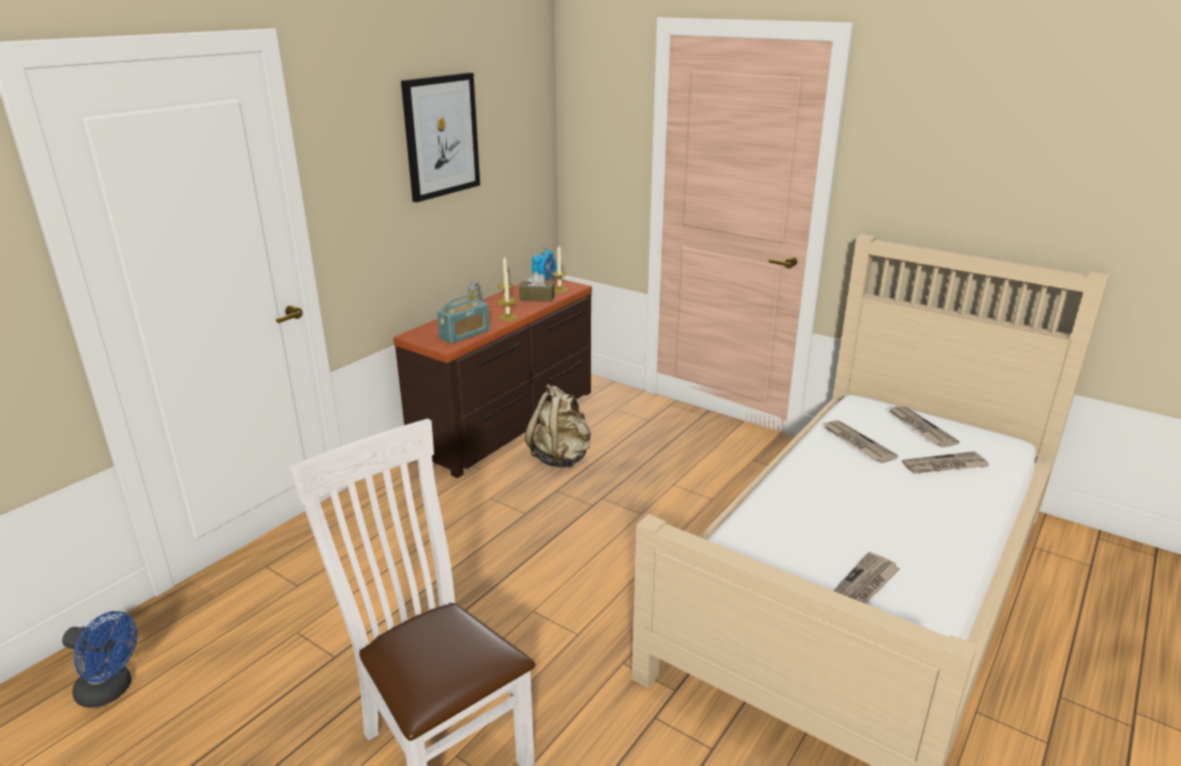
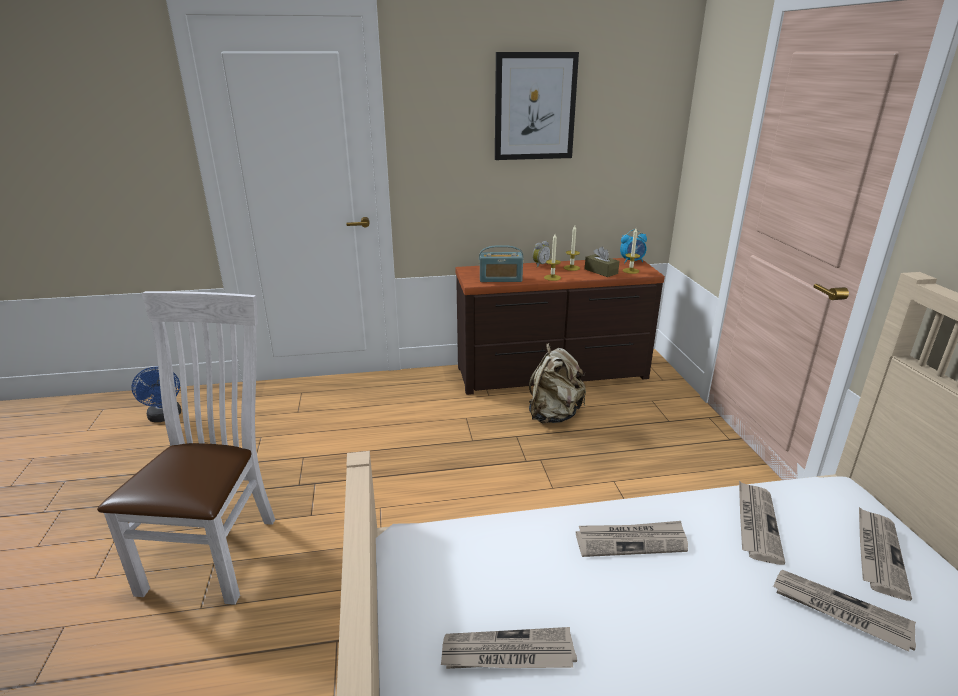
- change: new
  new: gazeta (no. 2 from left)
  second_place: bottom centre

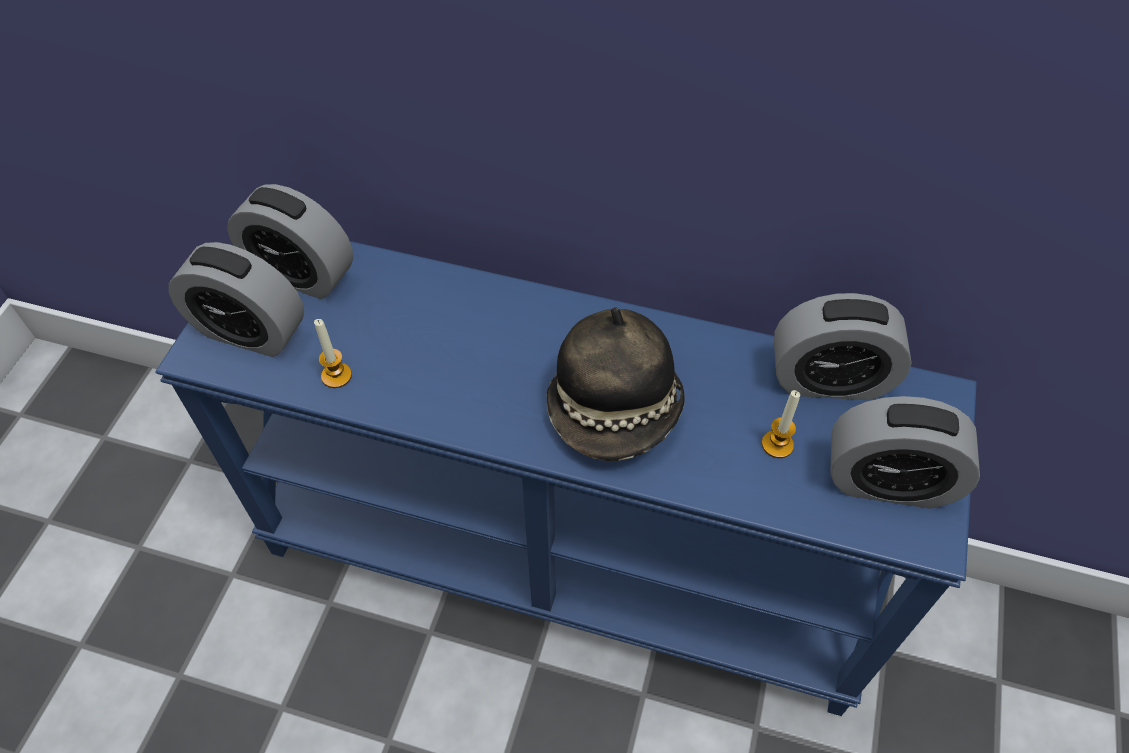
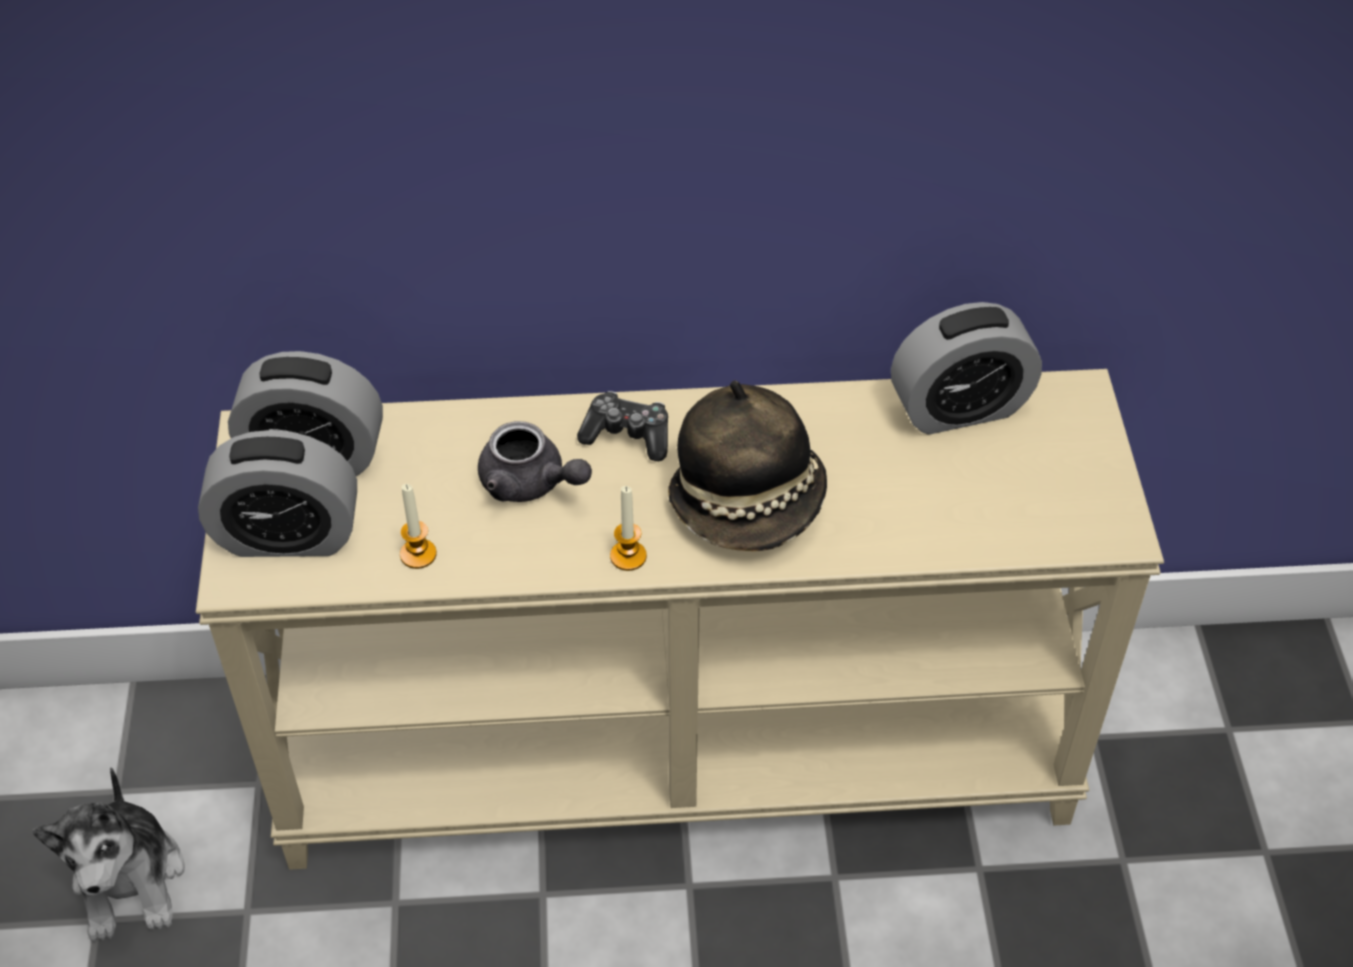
- change: repainted
  old: stolik konsolowy [niebieski]
  new: stolik konsolowy [beżowy]
  first_place: centre
  second_place: centre
- change: shifted
  old: świeca (no. 2 from left)
  first_place: middle right
  second_place: centre
- change: gone
  old: budzik (no. 4 from left)
  first_place: middle right
- change: new
  new: pad do gier
  second_place: centre
- change: new
  new: imbryk [szary]
  second_place: centre
- change: new
  new: pluszak
  second_place: bottom left

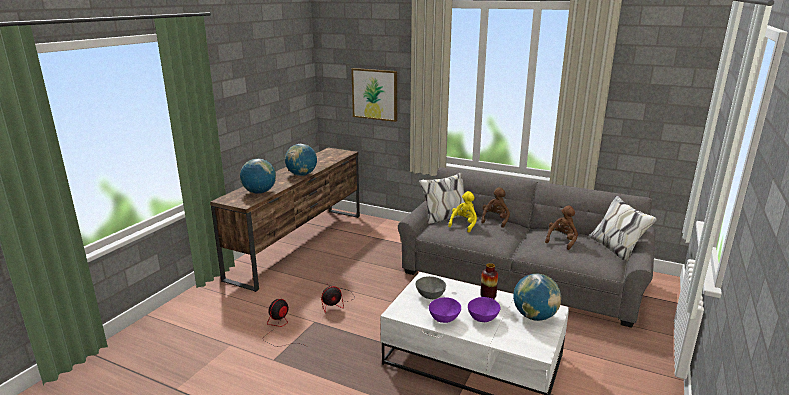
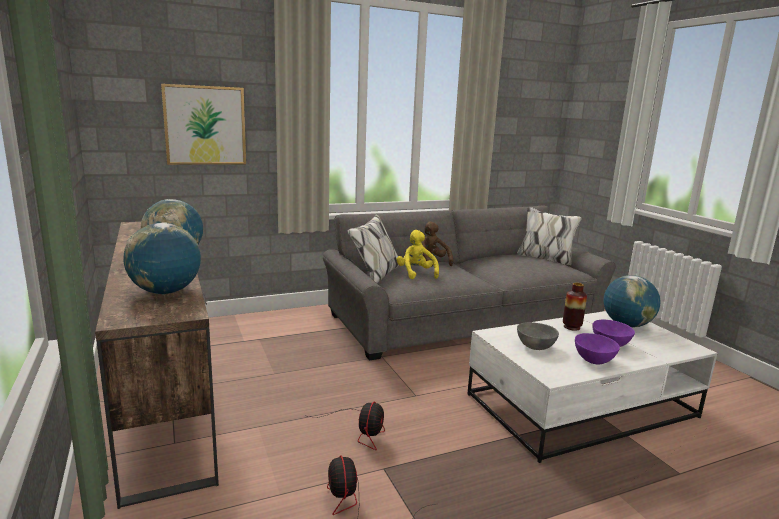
- change: gone
  old: pluszak [brązowy] (no. 2 from left)
  first_place: middle right

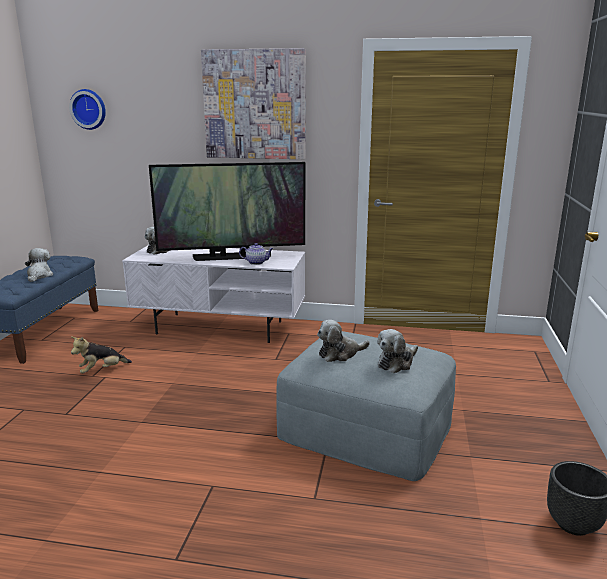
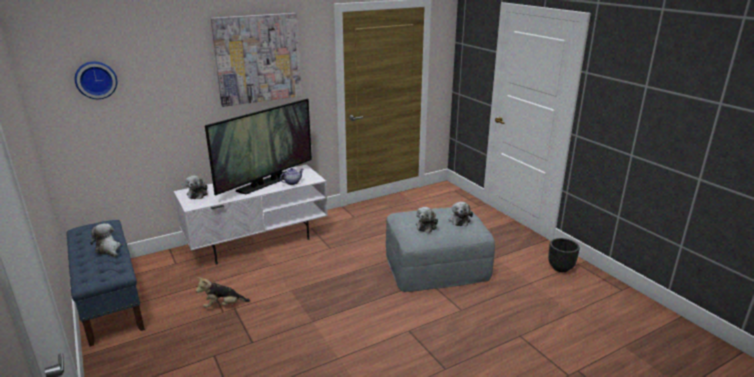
- change: rotated
  old: pluszak (no. 2 from left in the first image)
  first_place: middle left
  second_place: bottom left
  degrees: 60

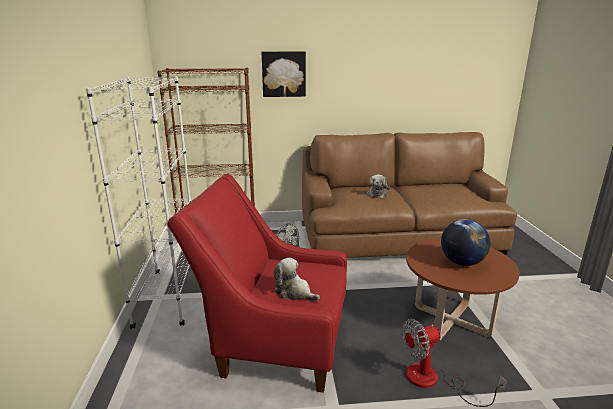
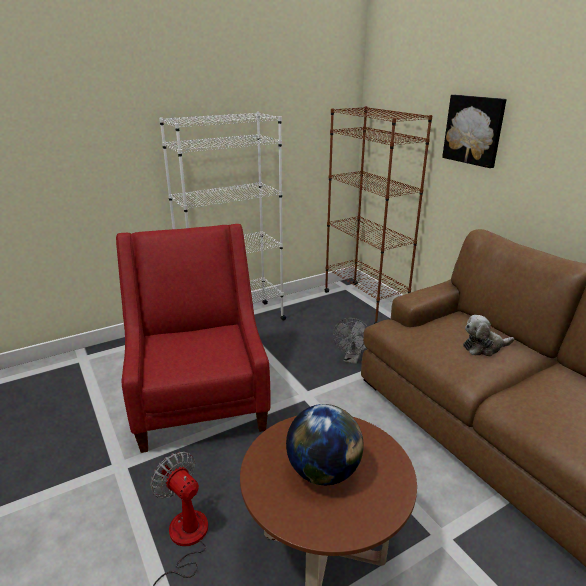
- change: gone
  old: pluszak (no. 1 from left)
  first_place: bottom centre

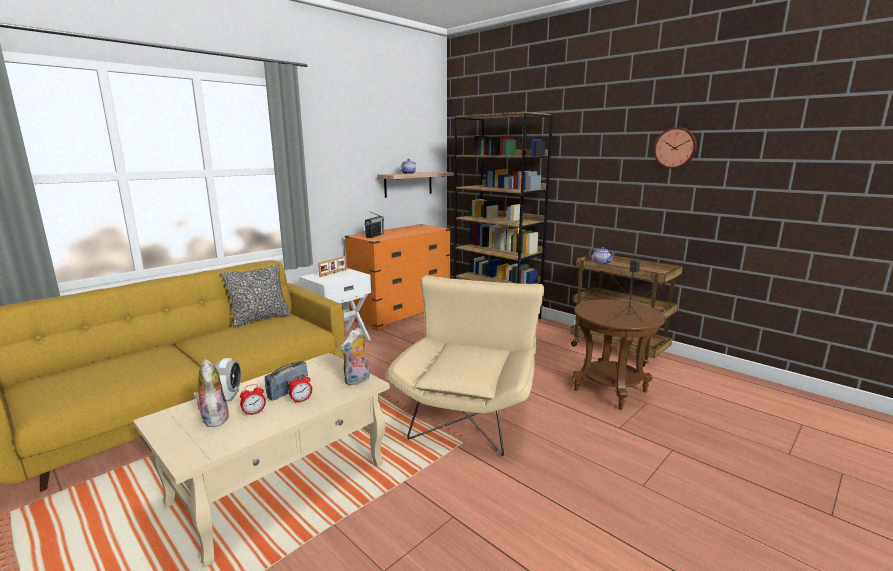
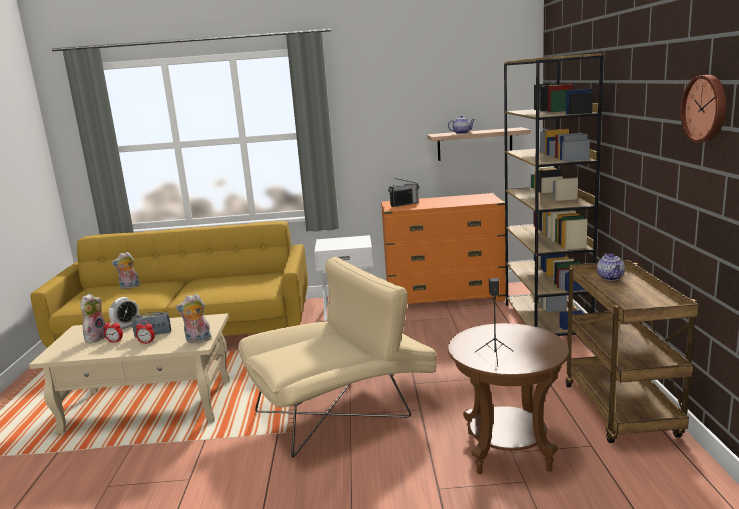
- change: gone
  old: ramka na zdjęcie
  first_place: centre
- change: gone
  old: poduszka
  first_place: middle left
- change: new
  new: pluszak (no. 2 from left)
  second_place: middle left

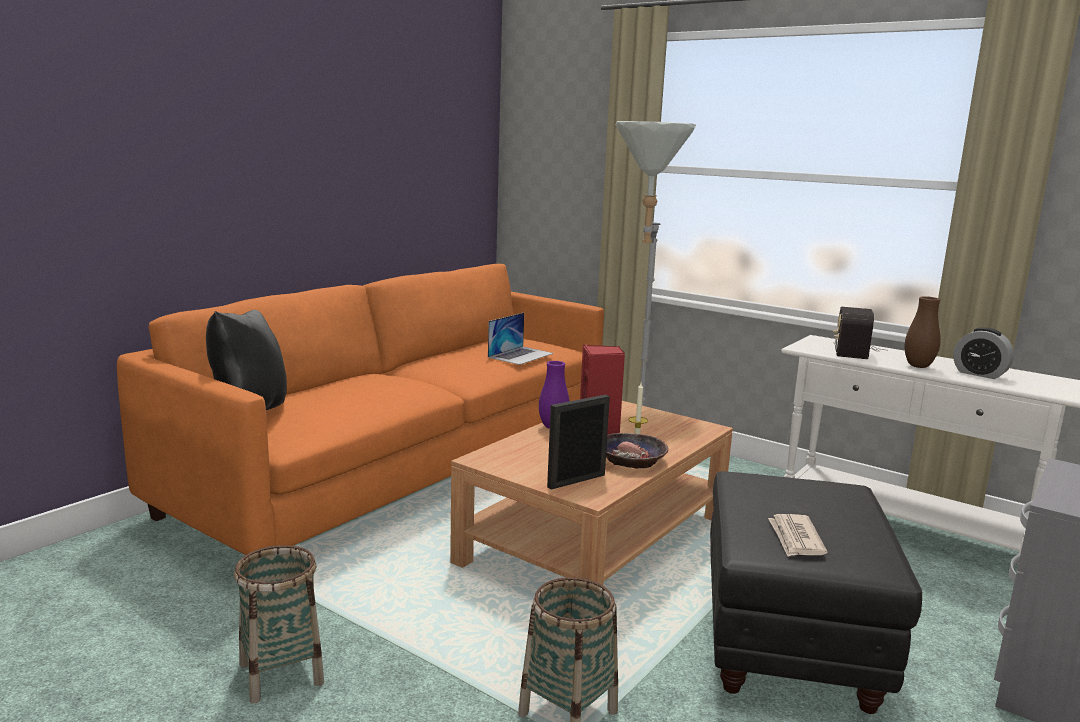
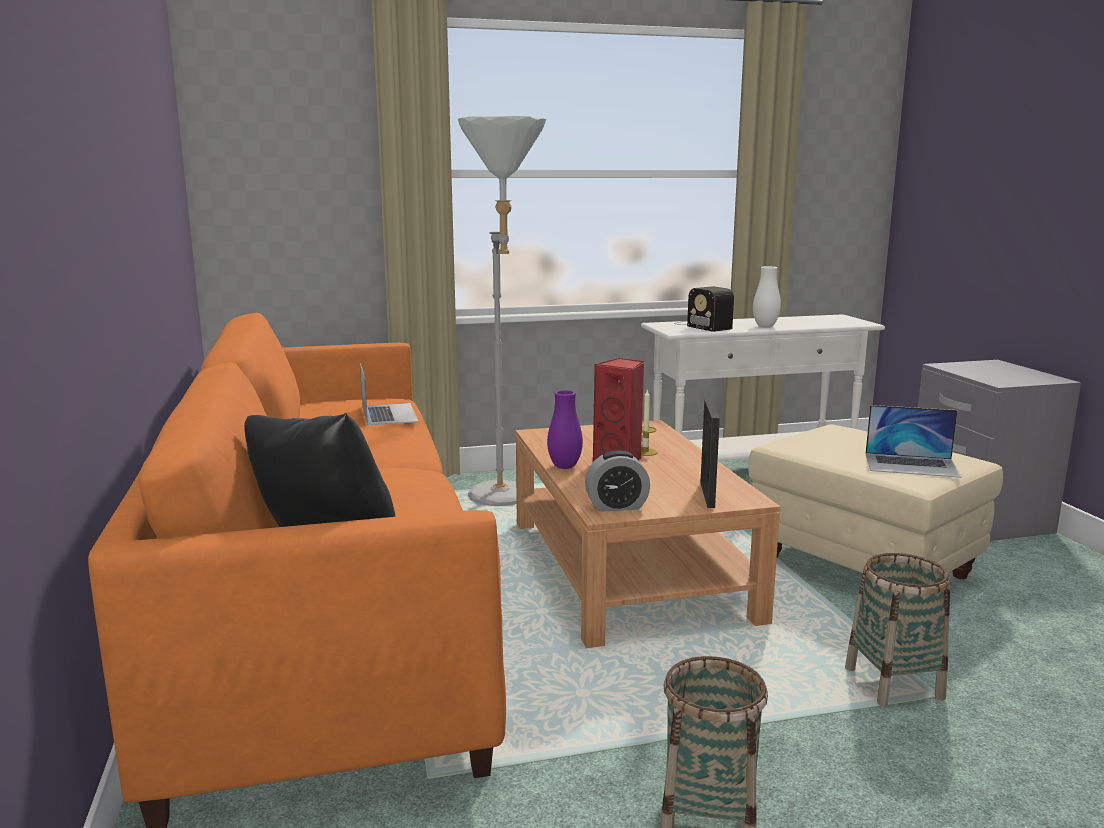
- change: repainted
  old: wazon [brązowy]
  new: wazon [biały]
  first_place: middle right
  second_place: middle right
- change: shifted
  old: budzik
  first_place: middle right
  second_place: centre
- change: gone
  old: miska
  first_place: centre
- change: repainted
  old: pufa [czarny]
  new: pufa [beżowy]
  first_place: bottom right
  second_place: middle right
- change: swapped
  old: gazeta
  new: laptop (no. 2 from left)
  first_place: bottom right
  second_place: middle right

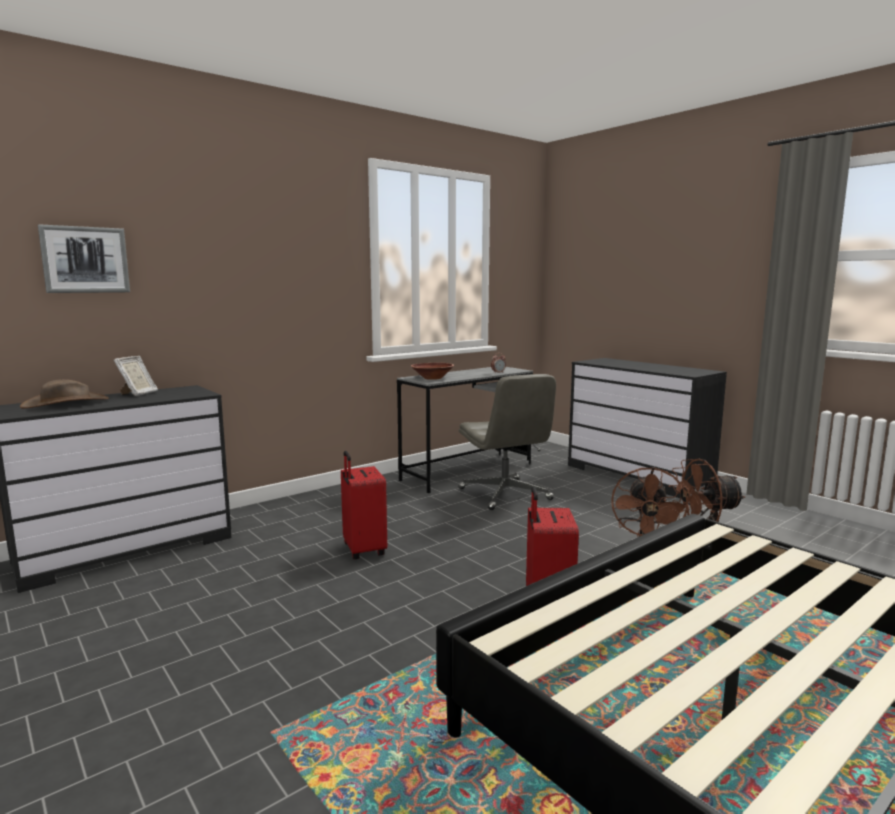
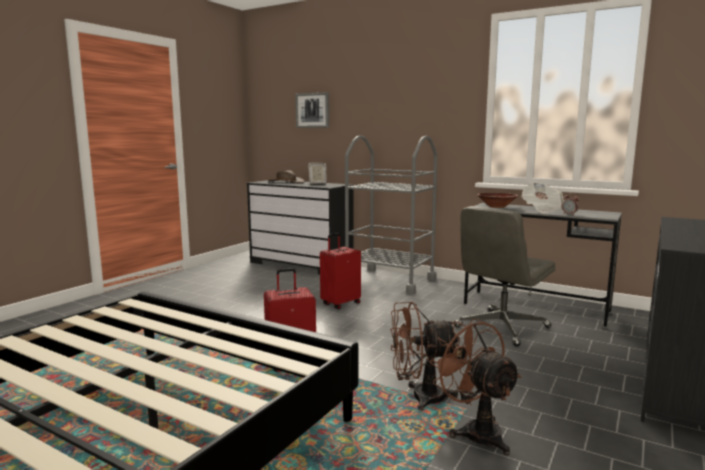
- change: new
  new: wózek [szary]
  second_place: centre
- change: new
  new: gazeta
  second_place: middle right

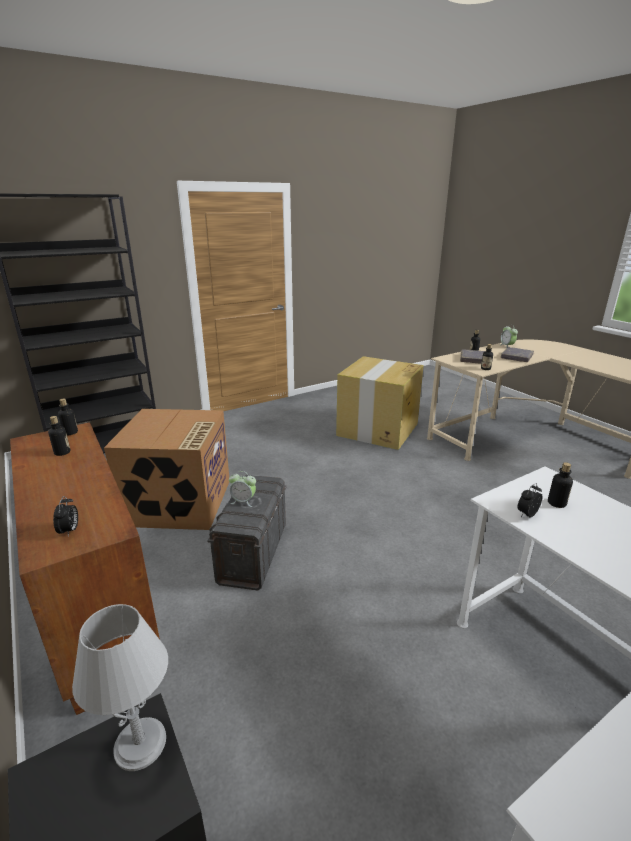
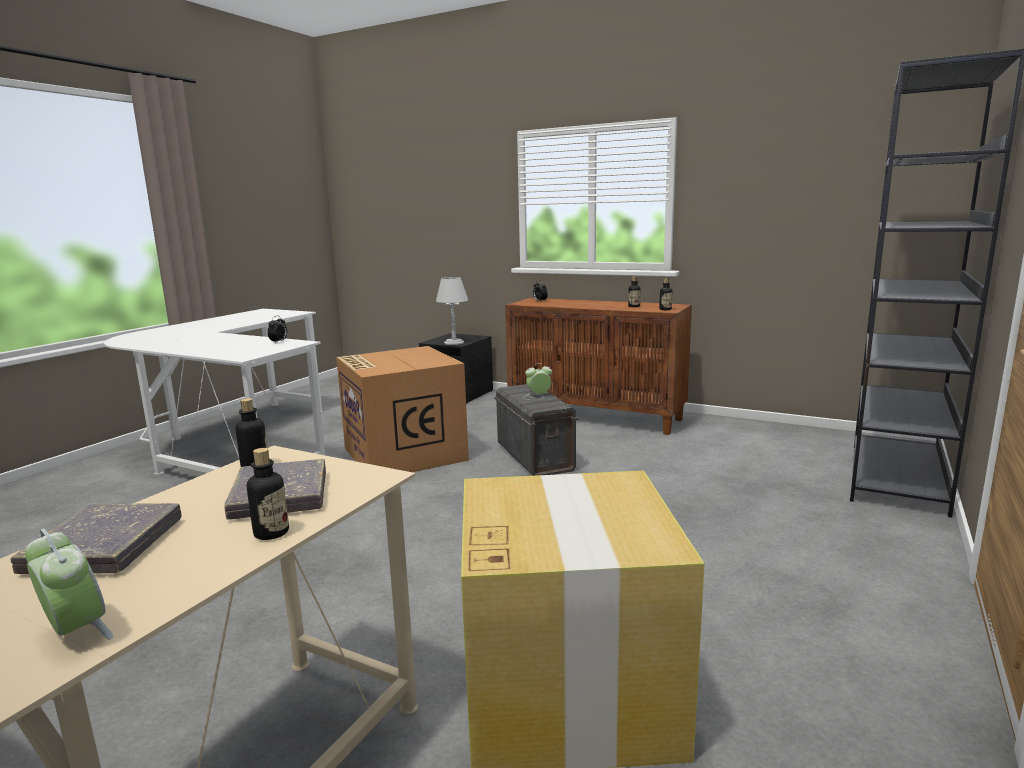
- change: shifted
  old: karton (no. 1 from left)
  first_place: middle left
  second_place: centre
- change: gone
  old: butelka (no. 5 from left)
  first_place: middle right

